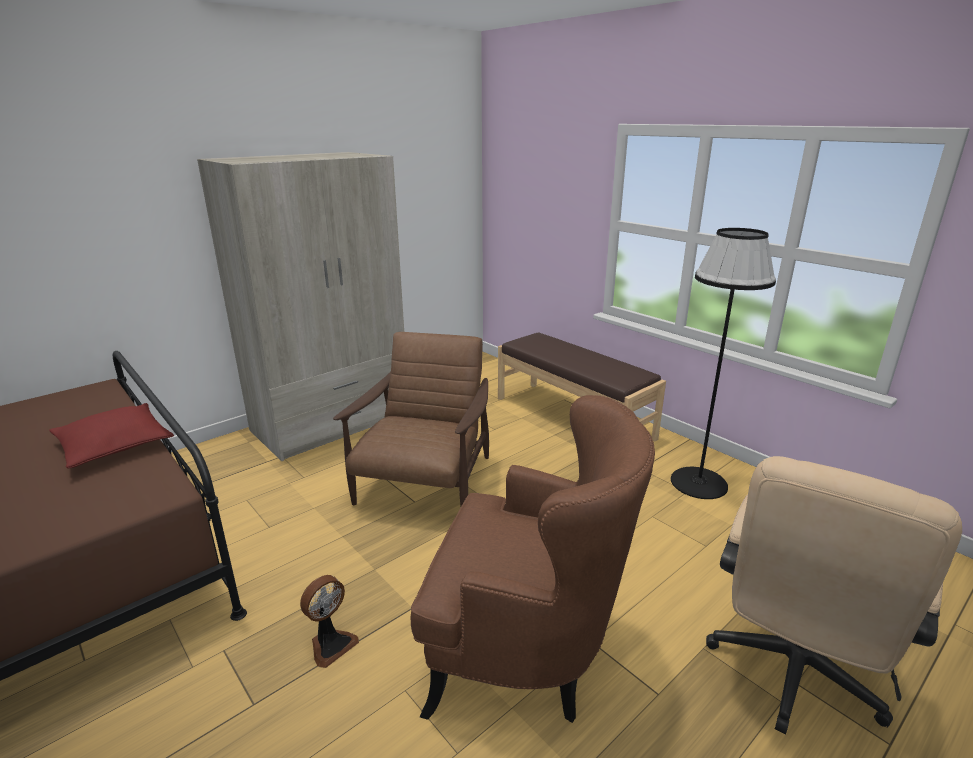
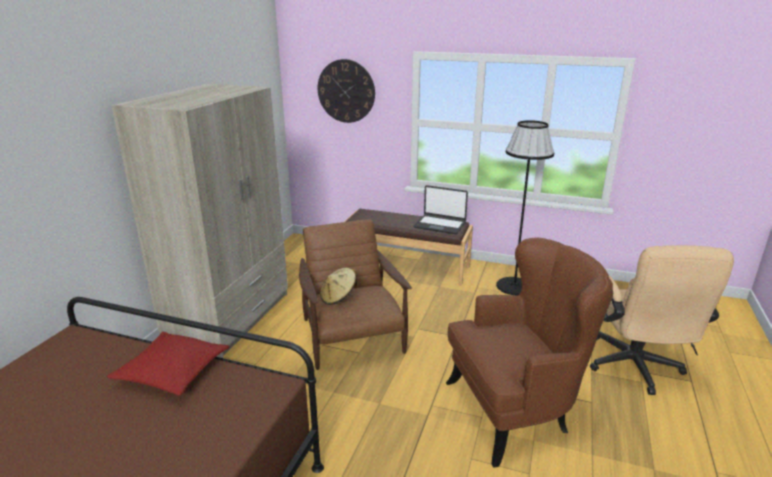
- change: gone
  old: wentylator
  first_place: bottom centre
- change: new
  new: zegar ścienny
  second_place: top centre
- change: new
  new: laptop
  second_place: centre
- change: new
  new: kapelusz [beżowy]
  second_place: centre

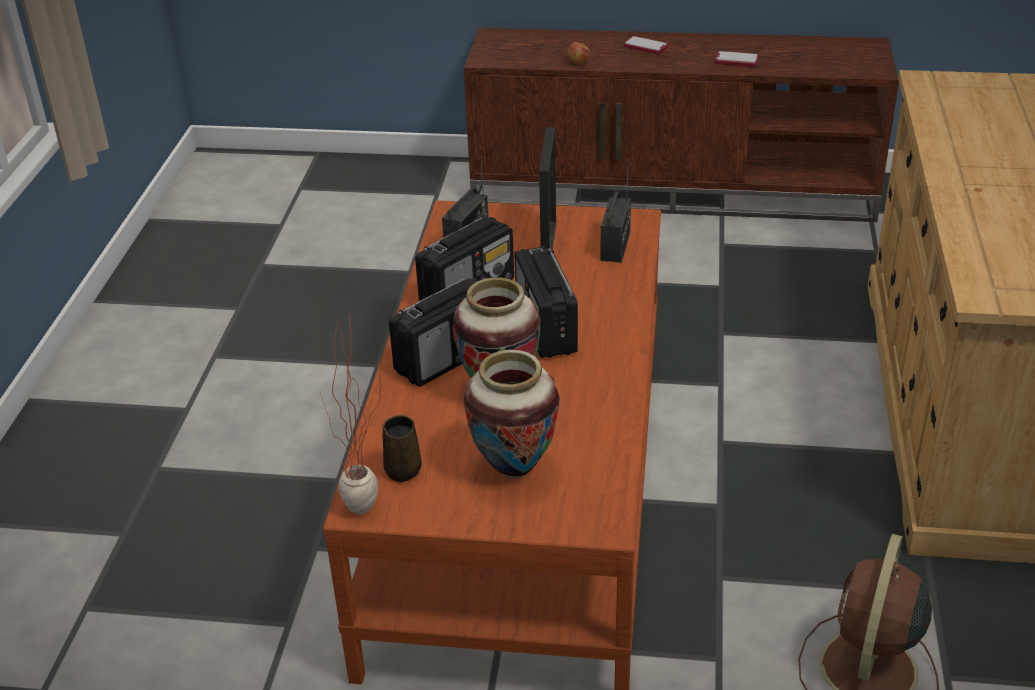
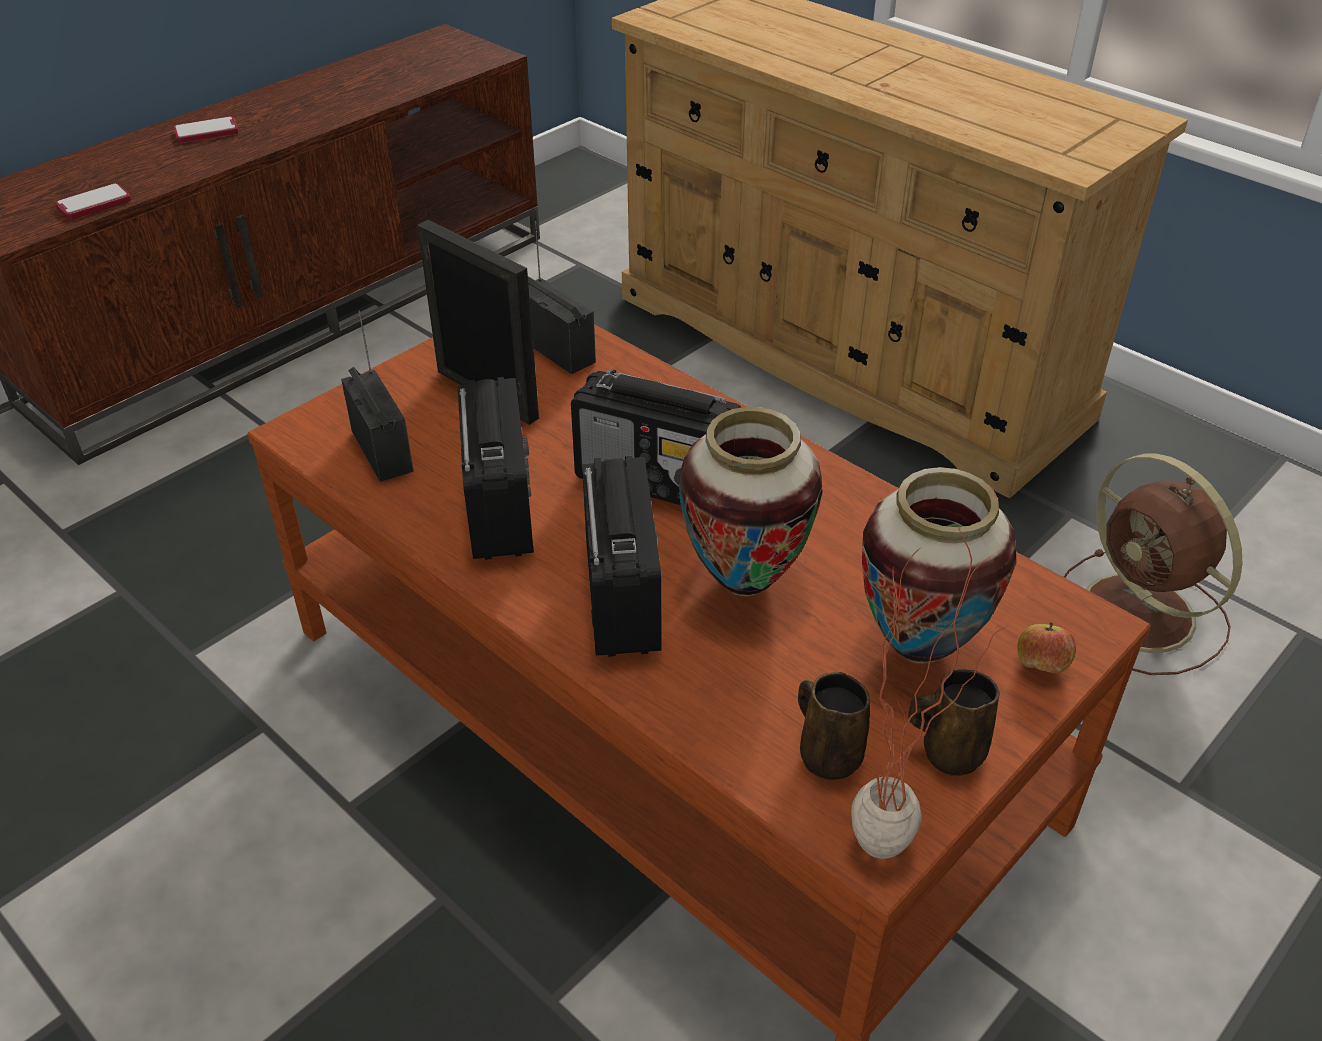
- change: shifted
  old: jabłko
  first_place: top centre
  second_place: middle right
- change: shifted
  old: telefon (no. 2 from left in the first image)
  new: telefon (no. 1 from left)
  first_place: top right
  second_place: top left
- change: new
  new: kubek [brązowy] (no. 2 from left)
  second_place: bottom right

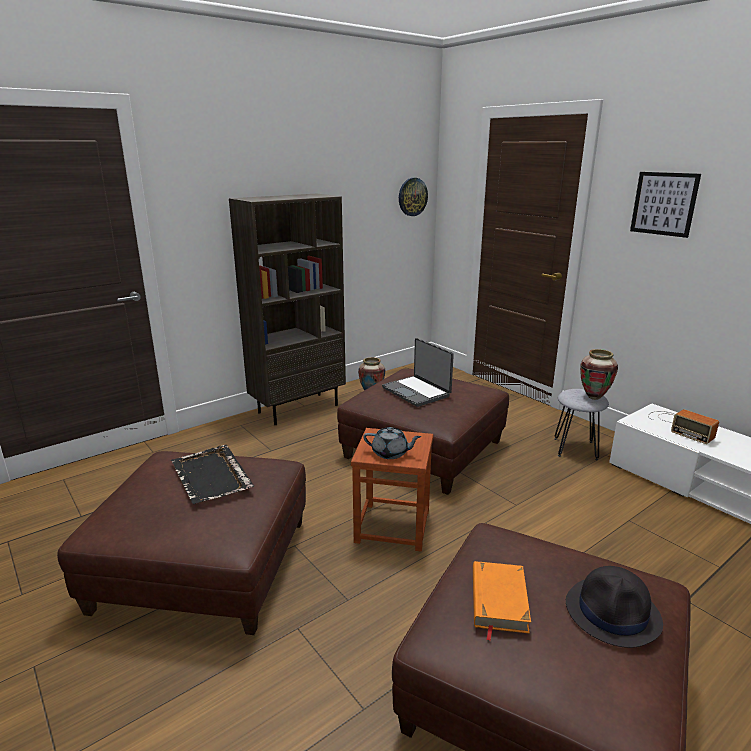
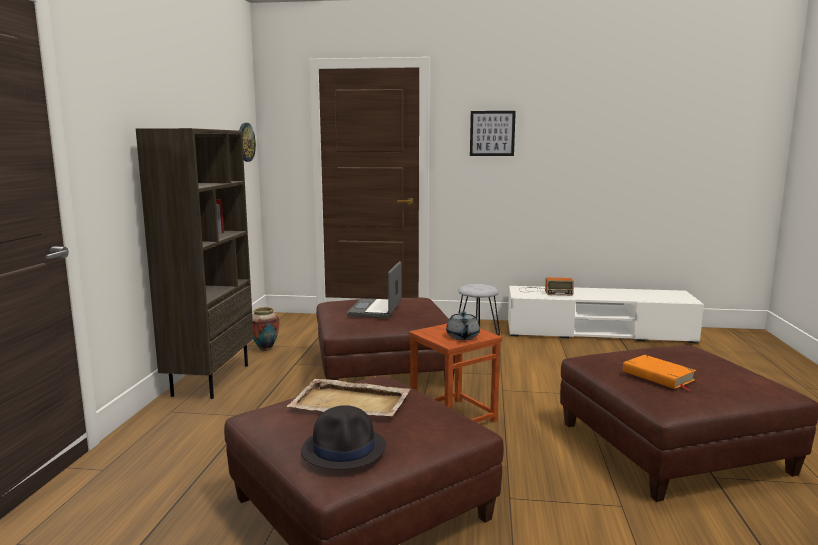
- change: rotated
  old: laptop
  first_place: centre
  second_place: centre
  degrees: 90
- change: gone
  old: wazon (no. 2 from left)
  first_place: middle right
- change: rotated
  old: imbryk [szary]
  first_place: centre
  second_place: centre
  degrees: 120
- change: repainted
  old: taca [czarny]
  new: taca [beżowy]
  first_place: middle left
  second_place: bottom centre
- change: shifted
  old: kapelusz [czarny]
  first_place: bottom right
  second_place: bottom centre

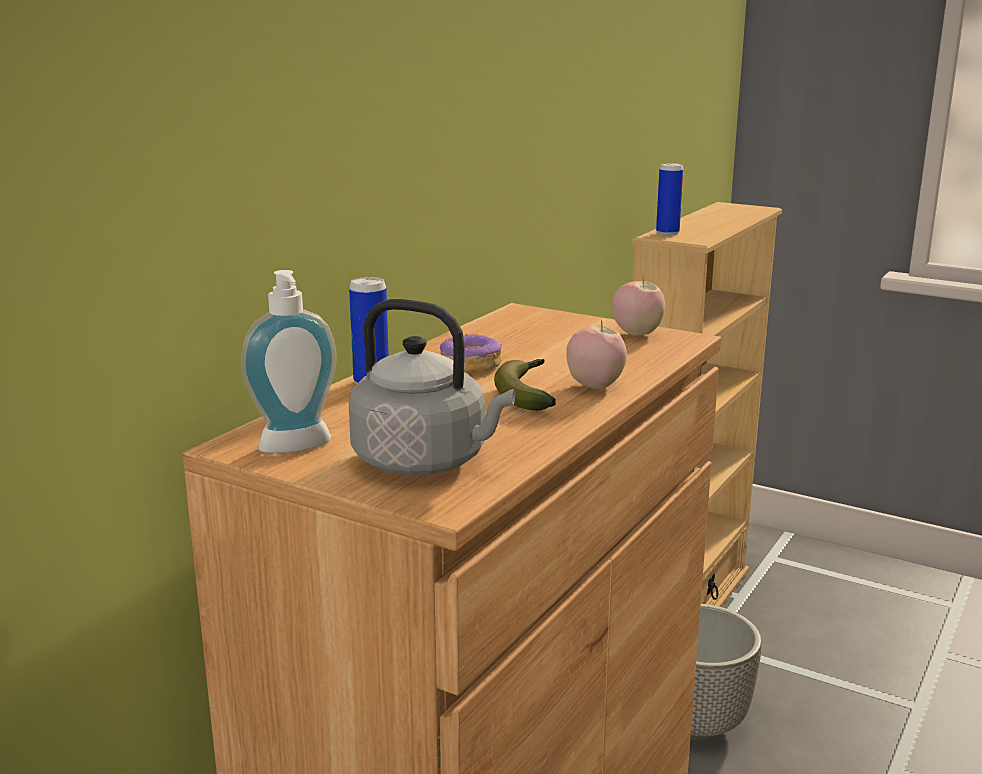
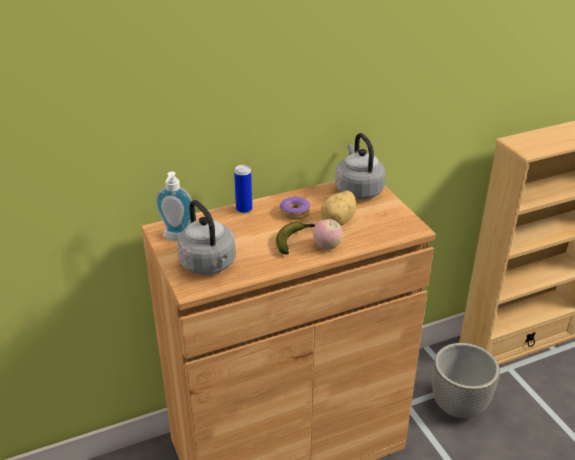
- change: gone
  old: puszka (no. 2 from left)
  first_place: top right
- change: gone
  old: jabłko (no. 2 from left)
  first_place: centre
- change: new
  new: czajnik [szary] (no. 2 from left)
  second_place: centre
- change: new
  new: ziemniak
  second_place: centre

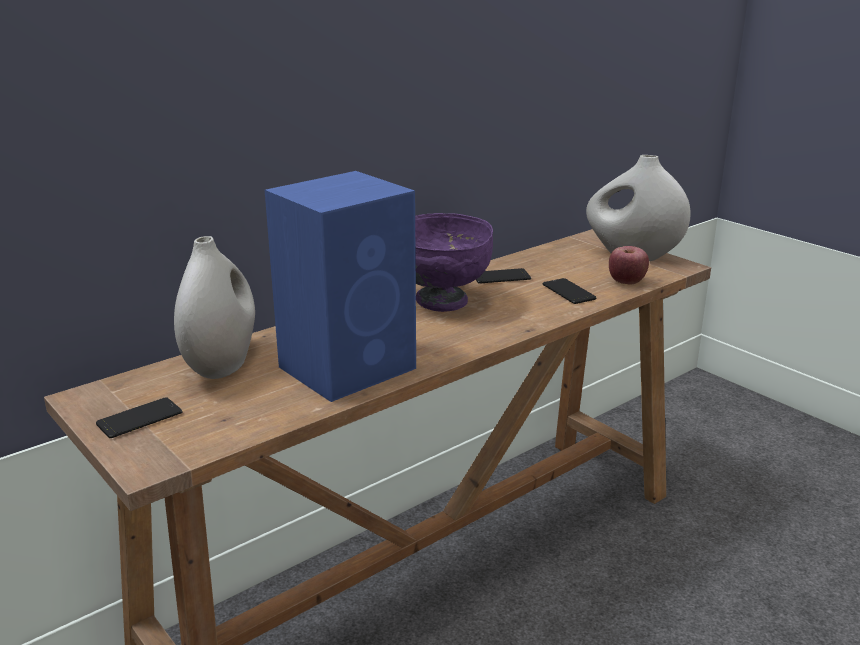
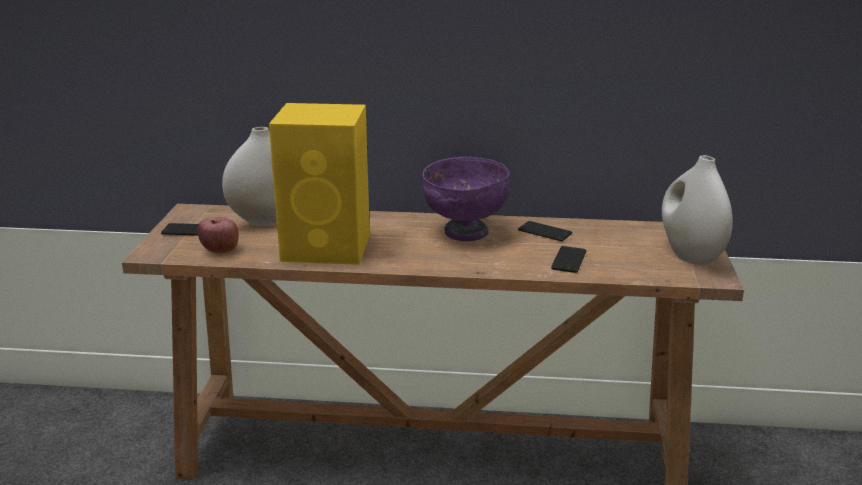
- change: repainted
  old: głośnik [niebieski]
  new: głośnik [żółty]
  first_place: centre
  second_place: centre
- change: shifted
  old: jabłko
  first_place: middle right
  second_place: middle left

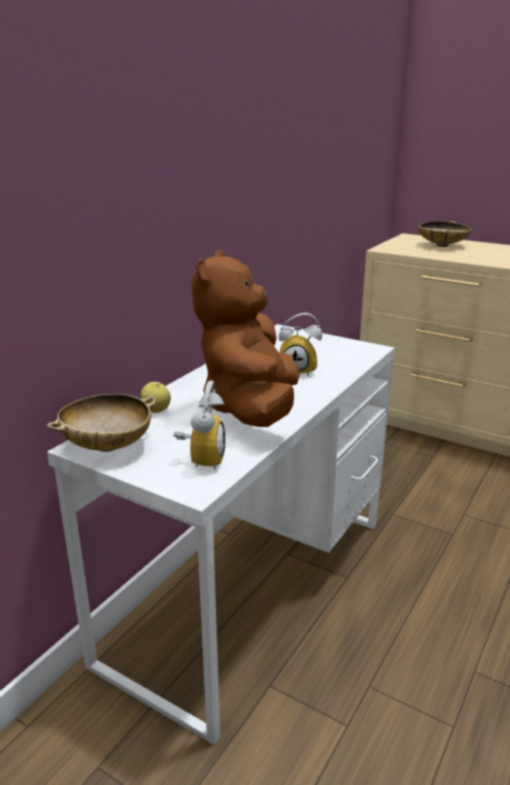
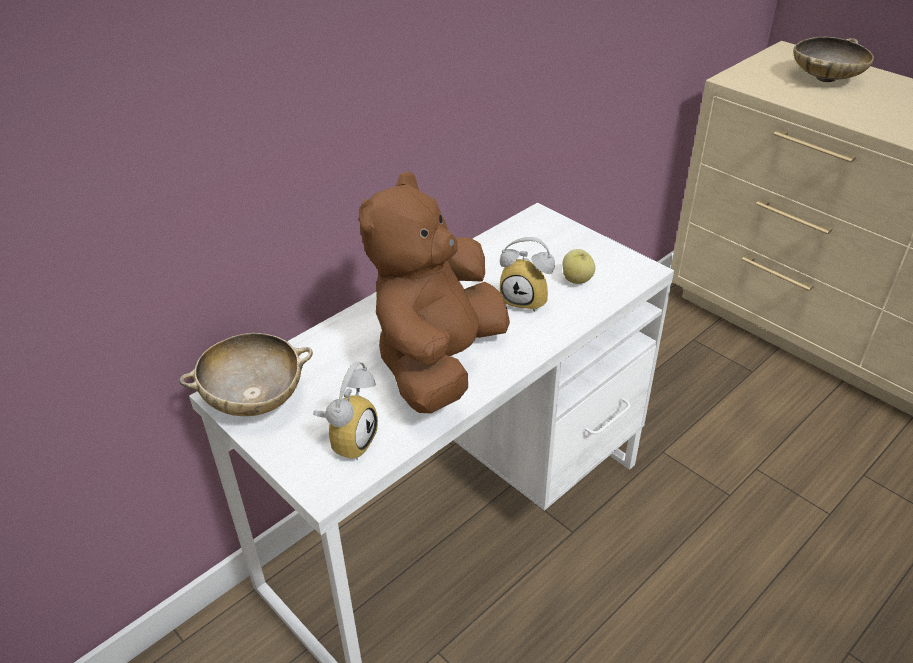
- change: shifted
  old: jabłko
  first_place: middle left
  second_place: centre

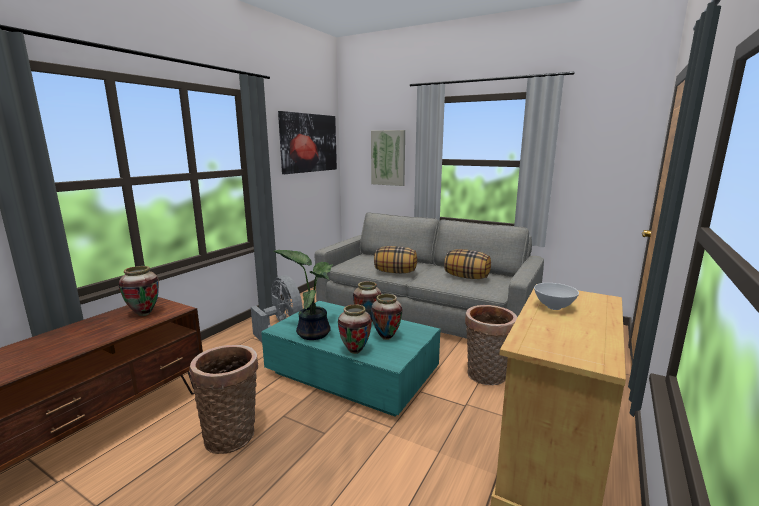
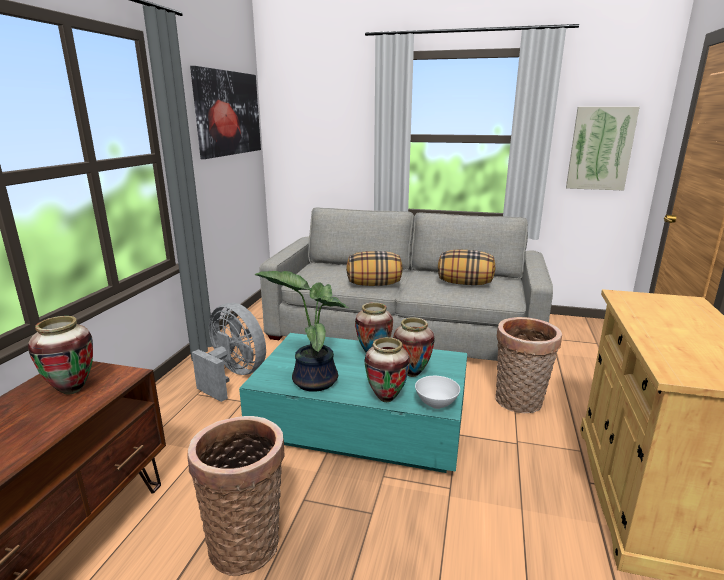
- change: shifted
  old: obraz (no. 2 from left)
  first_place: top centre
  second_place: top right
- change: shifted
  old: miska [biały]
  first_place: middle right
  second_place: bottom centre

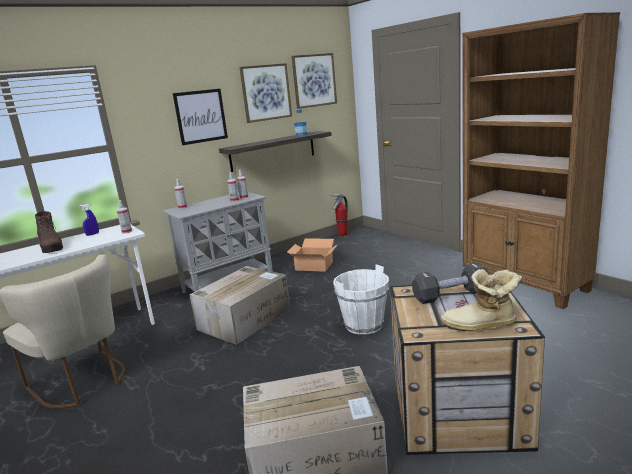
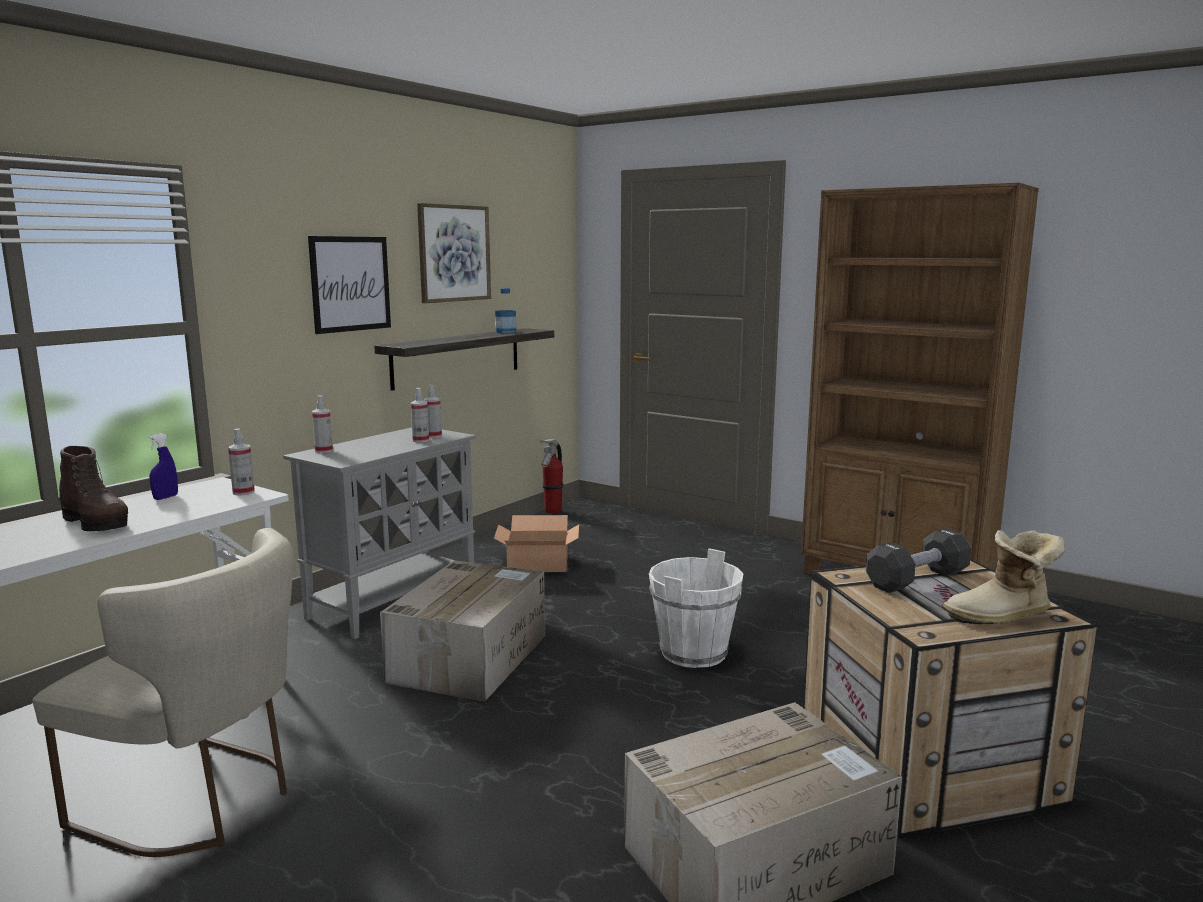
- change: gone
  old: obraz (no. 3 from left)
  first_place: top centre

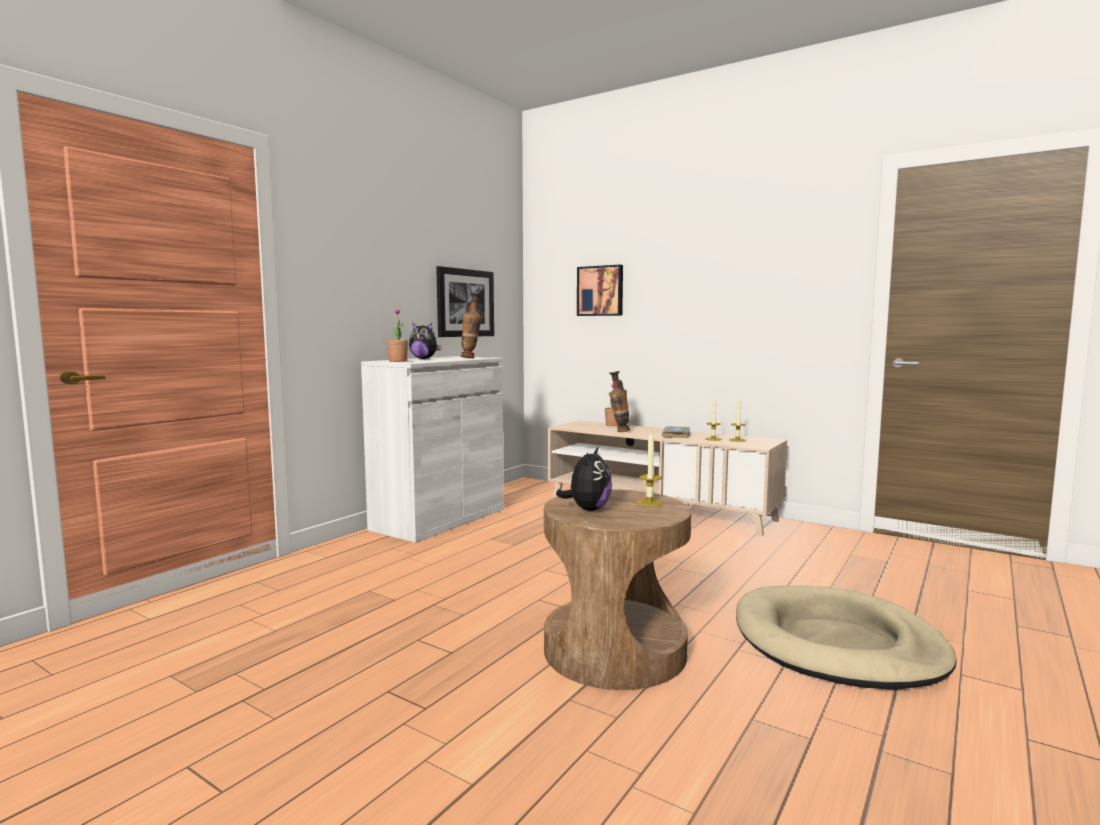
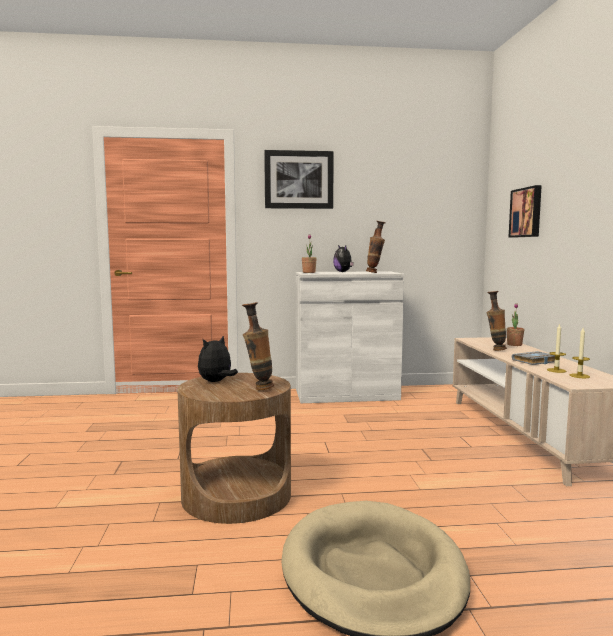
- change: shifted
  old: obraz (no. 1 from left)
  first_place: centre
  second_place: top centre
- change: swapped
  old: świeca (no. 1 from left)
  new: wazon (no. 1 from left)
  first_place: centre
  second_place: centre
- change: rotated
  old: pluszak (no. 2 from left in the first image)
  first_place: centre
  second_place: centre
  degrees: 150

